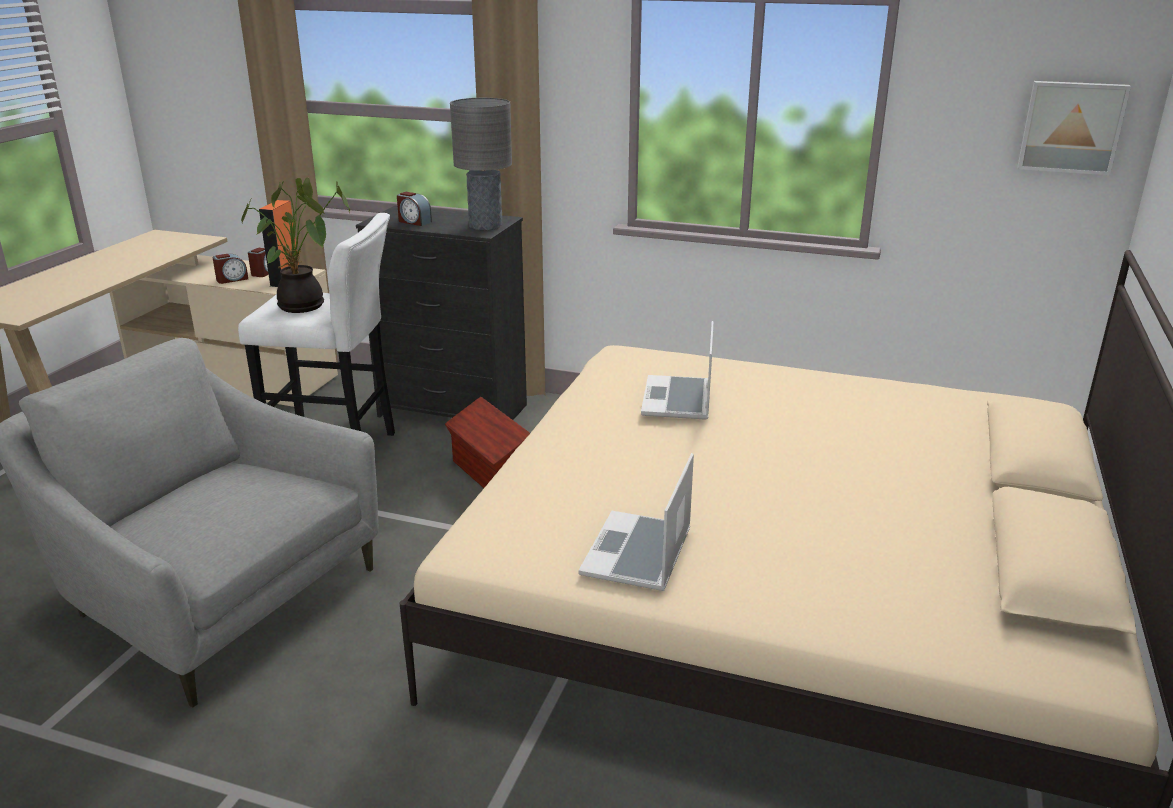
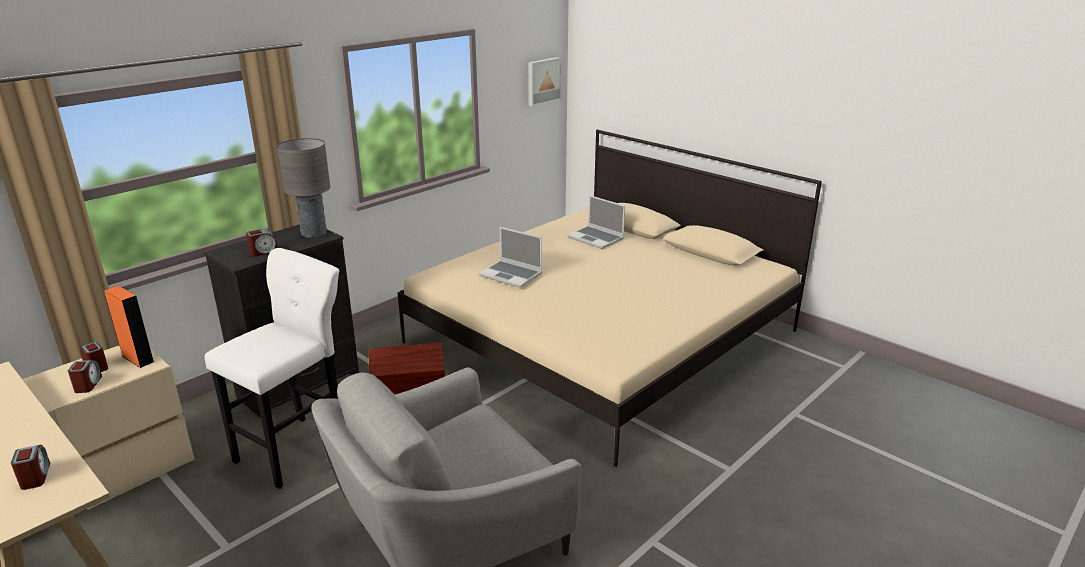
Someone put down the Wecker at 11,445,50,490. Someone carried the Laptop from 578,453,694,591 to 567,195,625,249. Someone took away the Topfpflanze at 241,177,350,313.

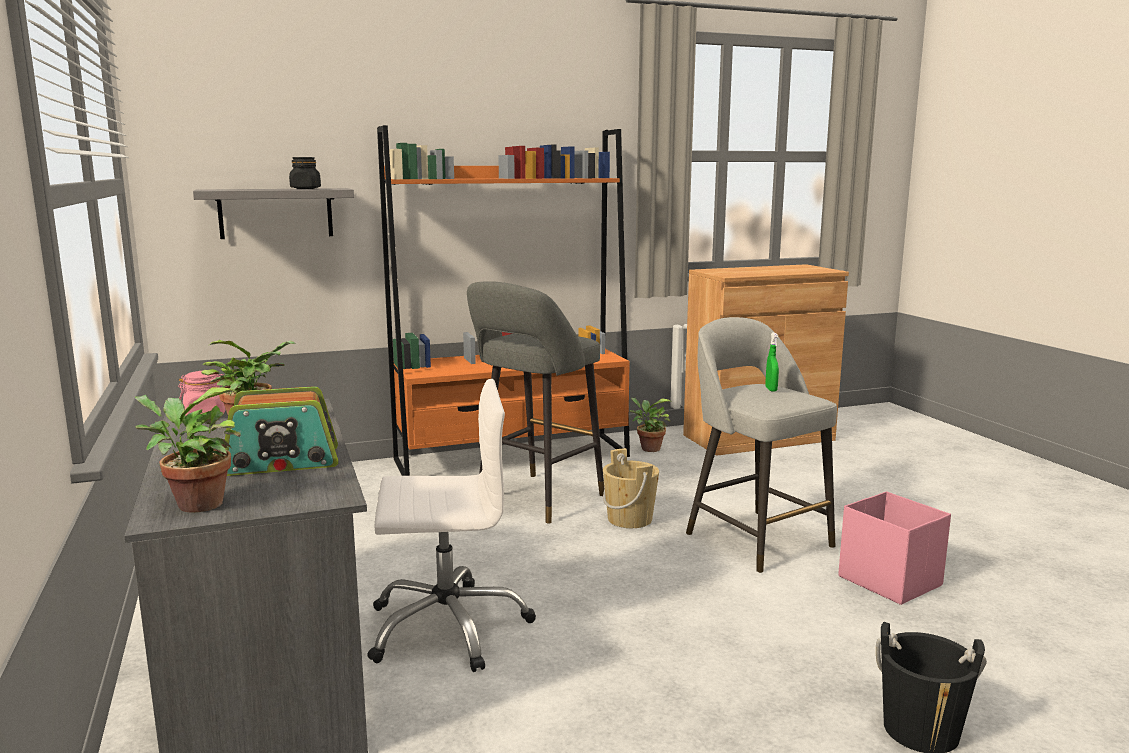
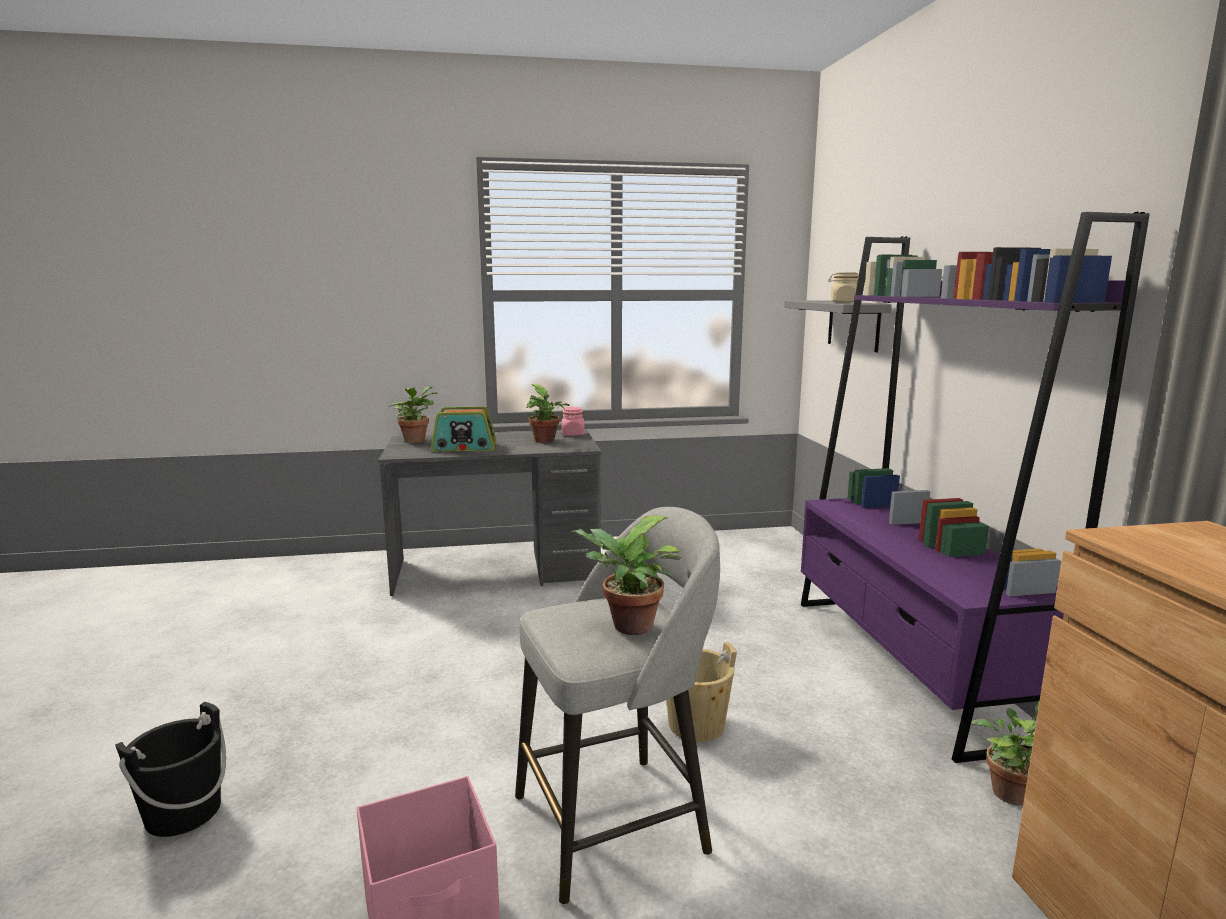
Someone rotated the Radio at 225,386,338,476 by 90 degrees counterclockwise. Someone swapped the Sprühflasche (grün) at 765,332,779,392 for the Topfpflanze at 571,516,681,635. Someone repainted the Bücherregal (orange) at 377,125,630,476, which became the Bücherregal (lila) at 801,212,1150,763. Someone repainted the Vorratsglas (schwarz) at 289,157,321,189, which became the Vorratsglas (beige) at 828,272,859,303. Someone took away the Bürostuhl (weiß) at 367,379,536,672. Someone took away the Hocker (grau) at 467,281,604,523.

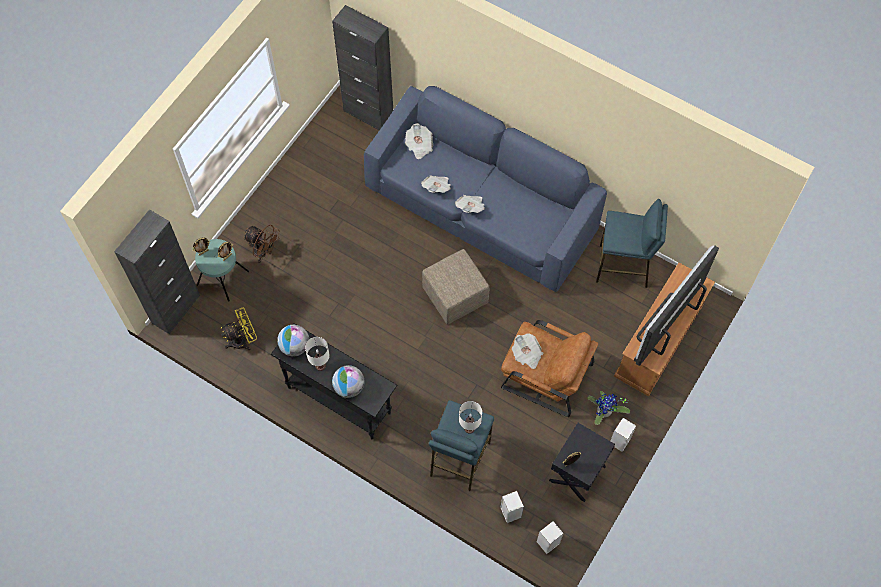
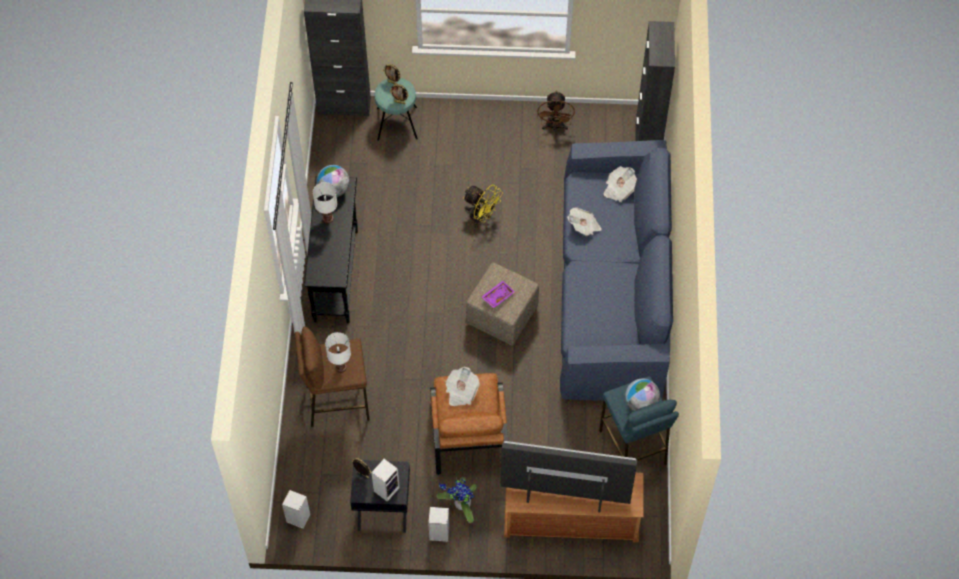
Someone repainted the Hocker (blau) at 429,400,494,491, which became the Hocker (braun) at 294,326,370,427. Someone carried the Lautsprecher from 500,491,524,523 to 371,459,400,502. Someone carried the Ventilator (gelb) from 221,307,257,350 to 463,185,503,228. Someone put down the Tablett (lila) at 481,281,515,308. Someone carried the Ventilator (braun) from 243,225,280,263 to 537,90,575,131. Someone carried the Globus from 332,365,364,398 to 625,379,660,411. Someone took away the Zeitung at 455,195,485,213.

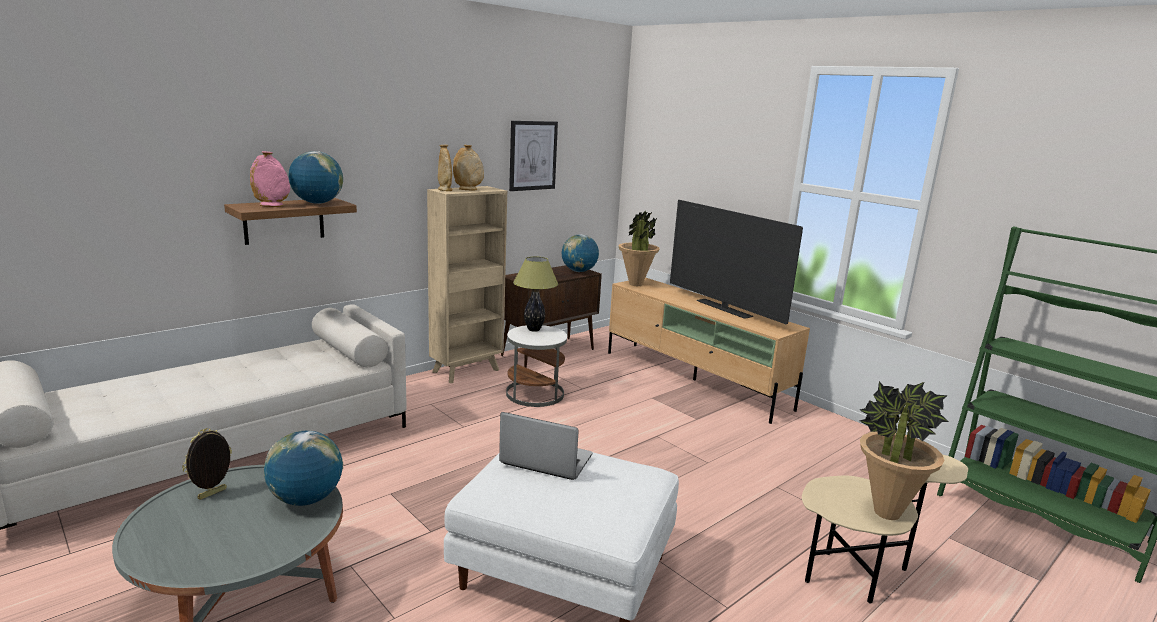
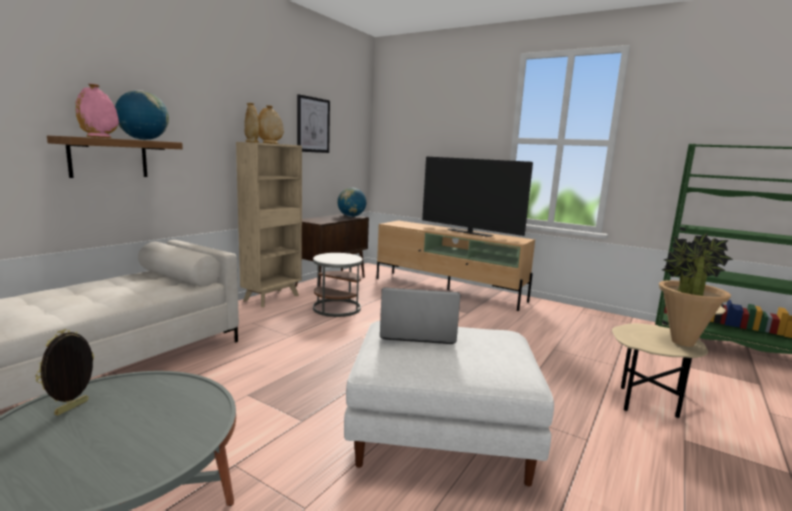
Someone took away the Globus at 264,431,343,506. Someone took away the Tischlampe at 513,256,558,332. Someone took away the Topfpflanze at 618,211,660,286.

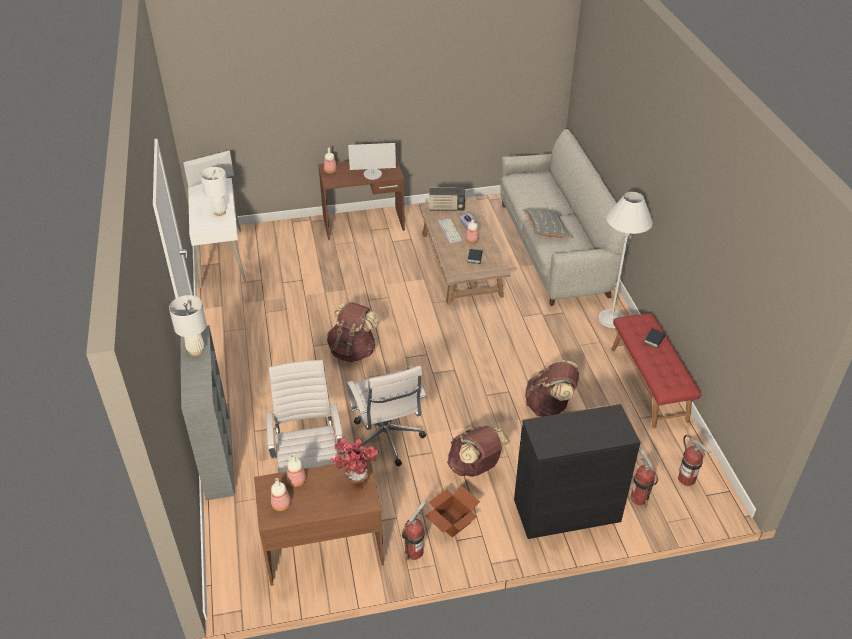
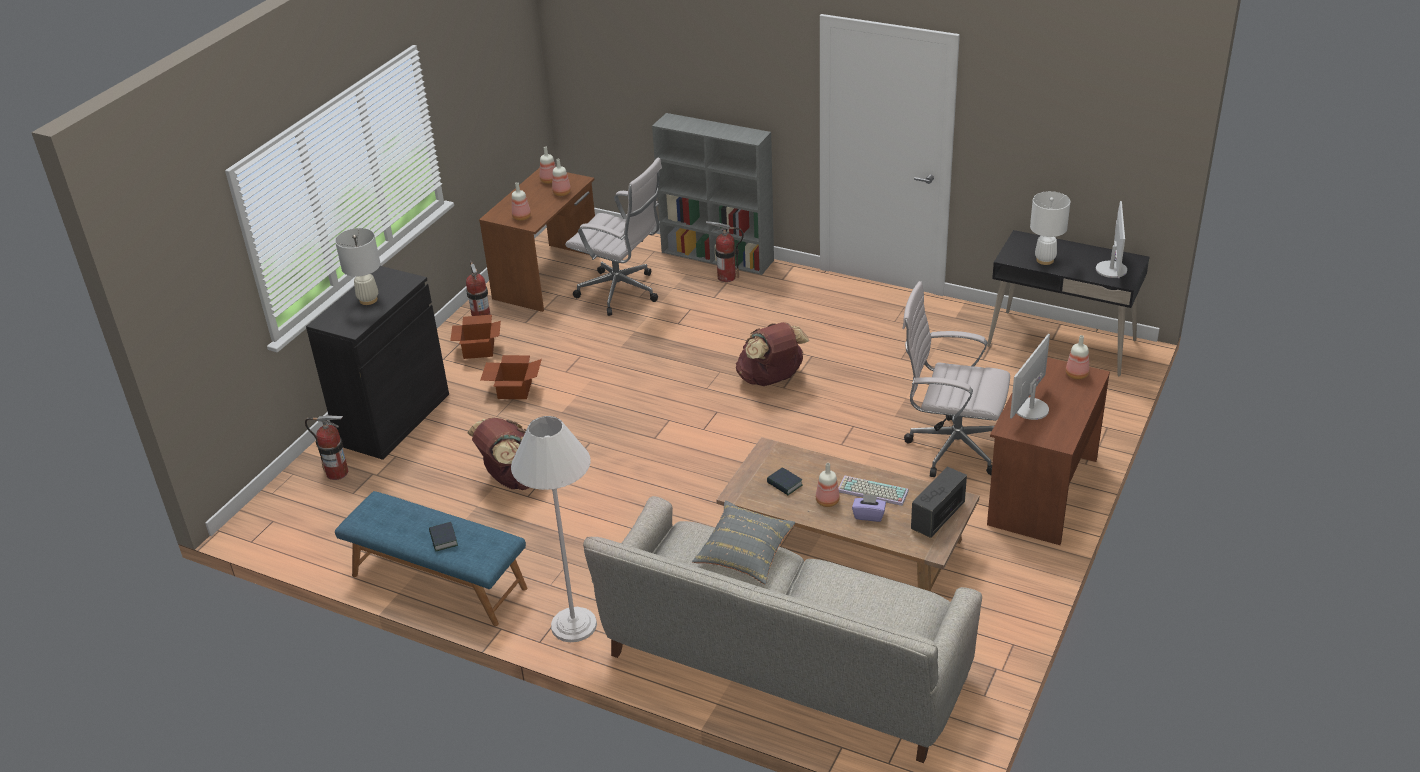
Someone carried the Tischlampe (weiß) from 169,295,207,356 to 335,228,380,305. Someone repainted the Bank (rot) at 611,313,701,428, which became the Bank (blau) at 335,491,527,626. Someone swapped the Rucksack (braun) at 447,426,510,477 for the Karton at 480,355,542,399. Someone swapped the Topfpflanze at 330,437,379,491 for the Flasche at 512,182,531,221. Someone carried the Feuerlöscher from 678,435,711,486 to 706,221,744,282. Someone carried the Bürostuhl (weiß) from 347,365,426,467 to 902,281,1010,477. Someone repainted the Schreibtisch (weiß) at 188,178,246,289, which became the Schreibtisch (schwarz) at 987,230,1149,376.

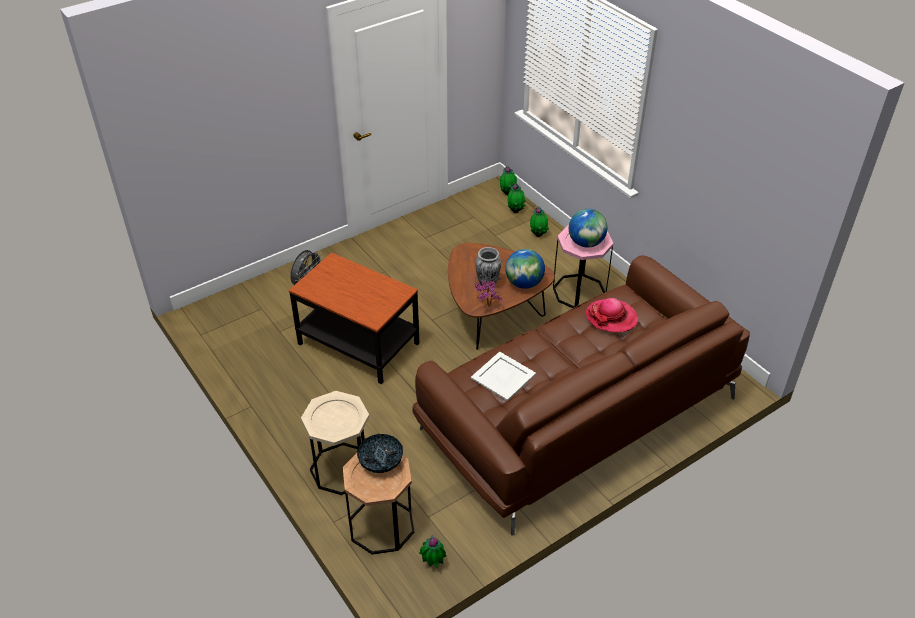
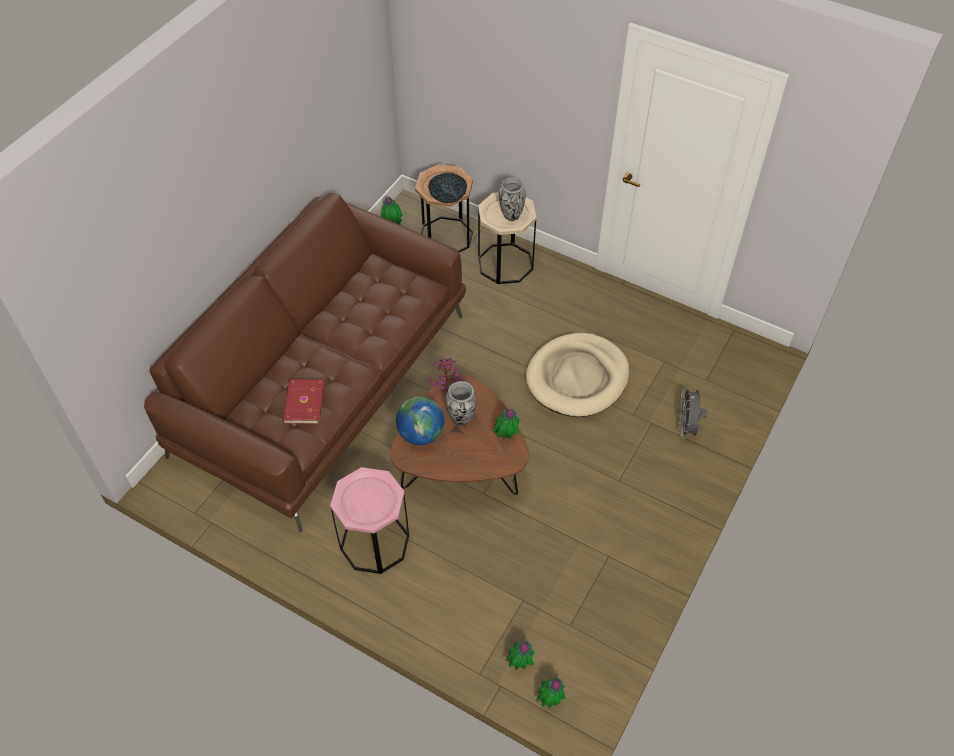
Someone swapped the Hut at 586,298,638,332 for the Buch (rot) at 283,379,325,424. Someone carried the Topfpflanze from 530,207,549,237 to 492,409,520,440. Someone put down the Vase at 499,177,526,221. Someone swapped the Beistelltisch at 289,252,419,384 for the Hundebett (beige) at 526,333,629,417. Someone took away the Tablett (weiß) at 471,351,536,401. Someone took away the Globus at 569,209,607,248.

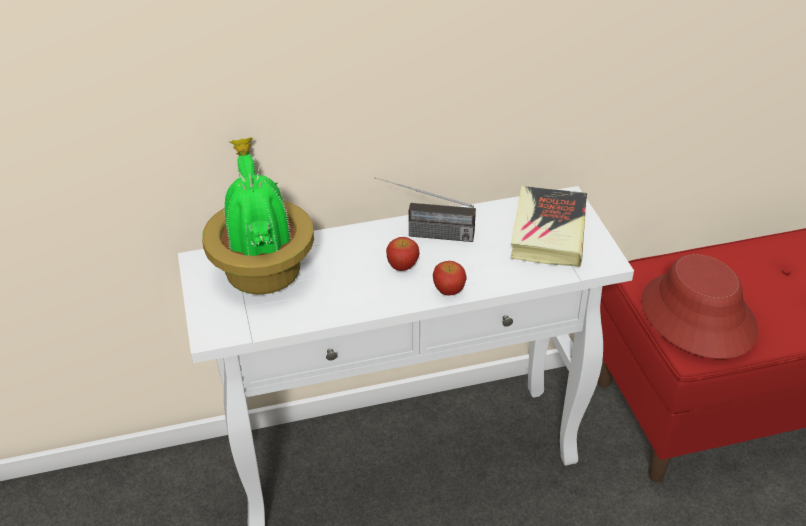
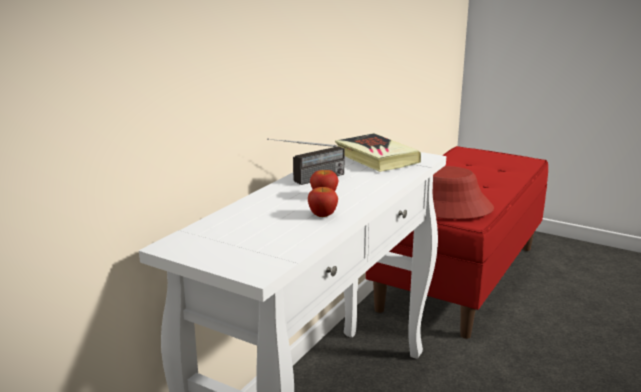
Someone carried the Apfel from 433,261,466,296 to 308,187,338,217. Someone took away the Topfpflanze at 202,137,314,295.

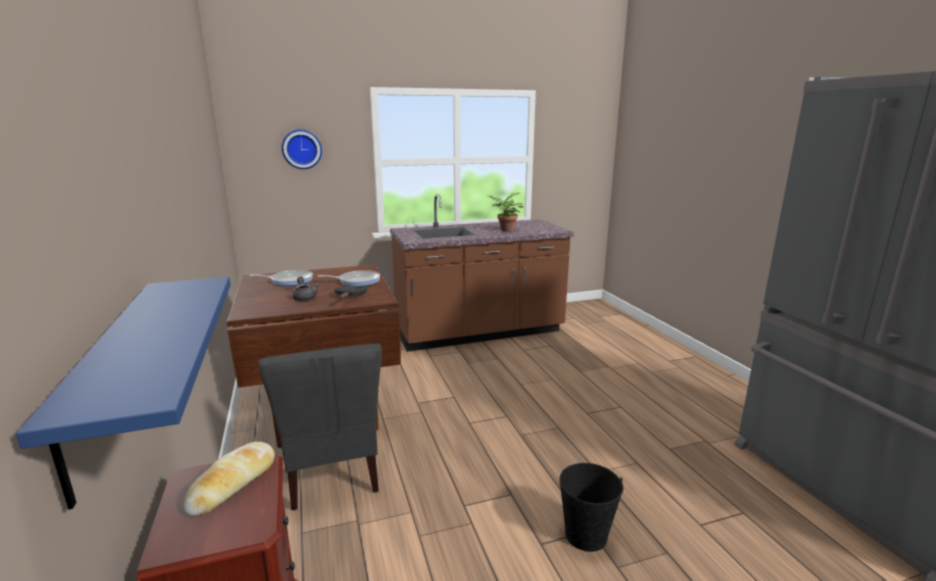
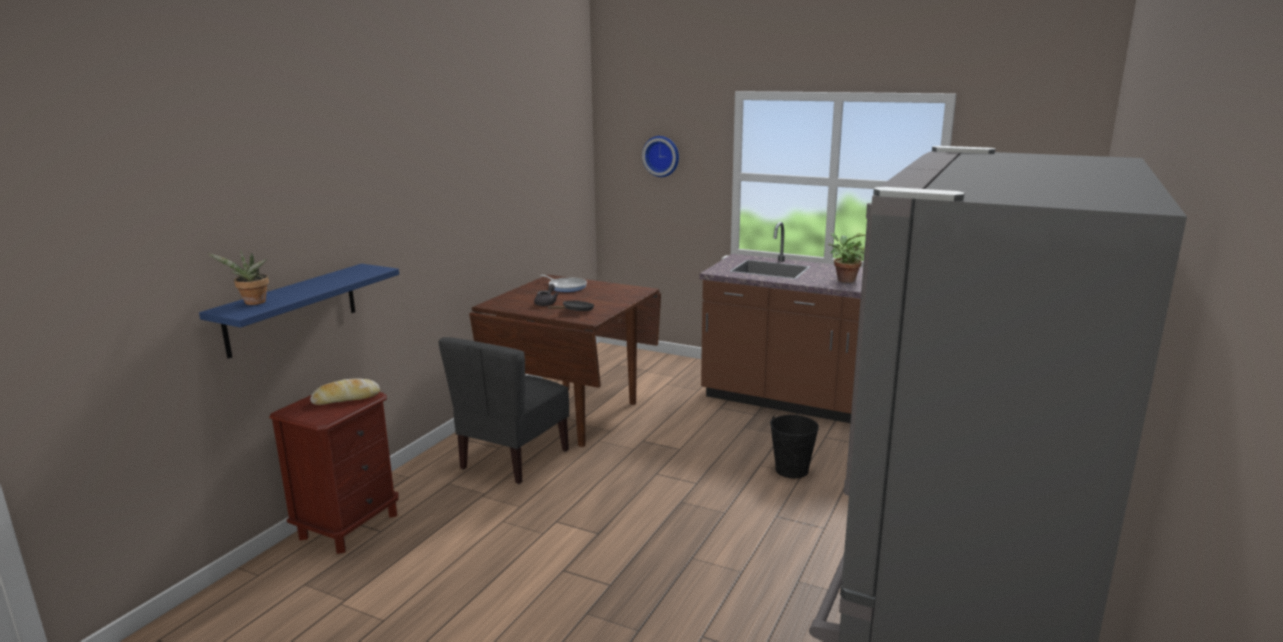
Someone put down the Topfpflanze at 207,249,269,305. Someone carried the Eimer (schwarz) from 560,463,623,552 to 770,415,819,478. Someone took away the Pfanne at 318,270,380,286.

